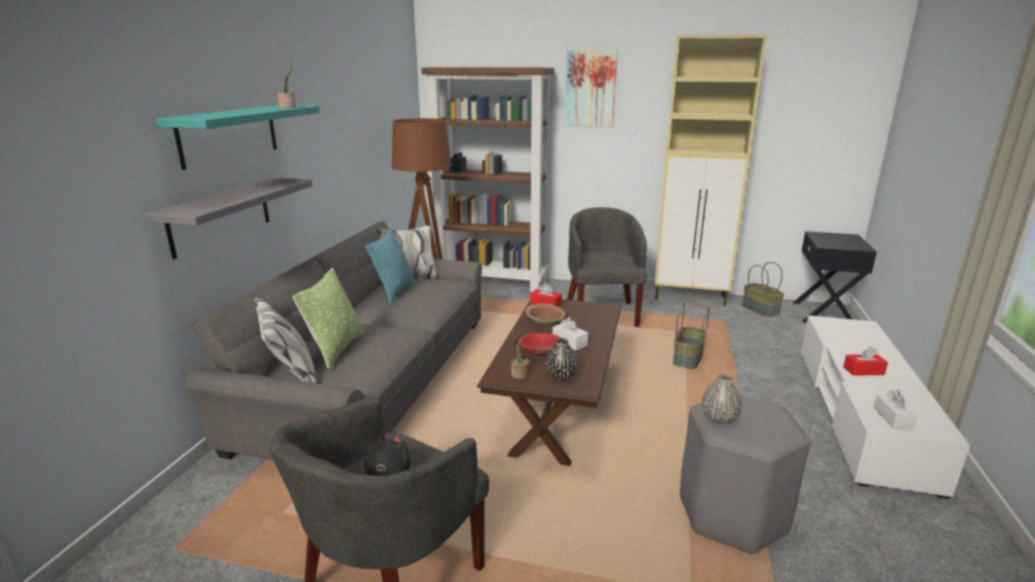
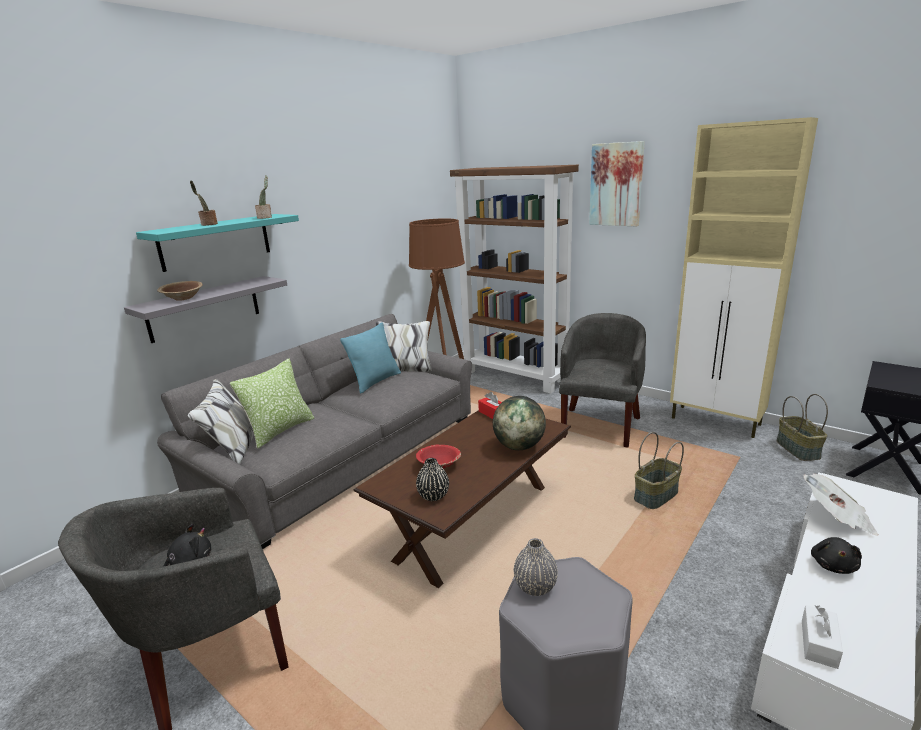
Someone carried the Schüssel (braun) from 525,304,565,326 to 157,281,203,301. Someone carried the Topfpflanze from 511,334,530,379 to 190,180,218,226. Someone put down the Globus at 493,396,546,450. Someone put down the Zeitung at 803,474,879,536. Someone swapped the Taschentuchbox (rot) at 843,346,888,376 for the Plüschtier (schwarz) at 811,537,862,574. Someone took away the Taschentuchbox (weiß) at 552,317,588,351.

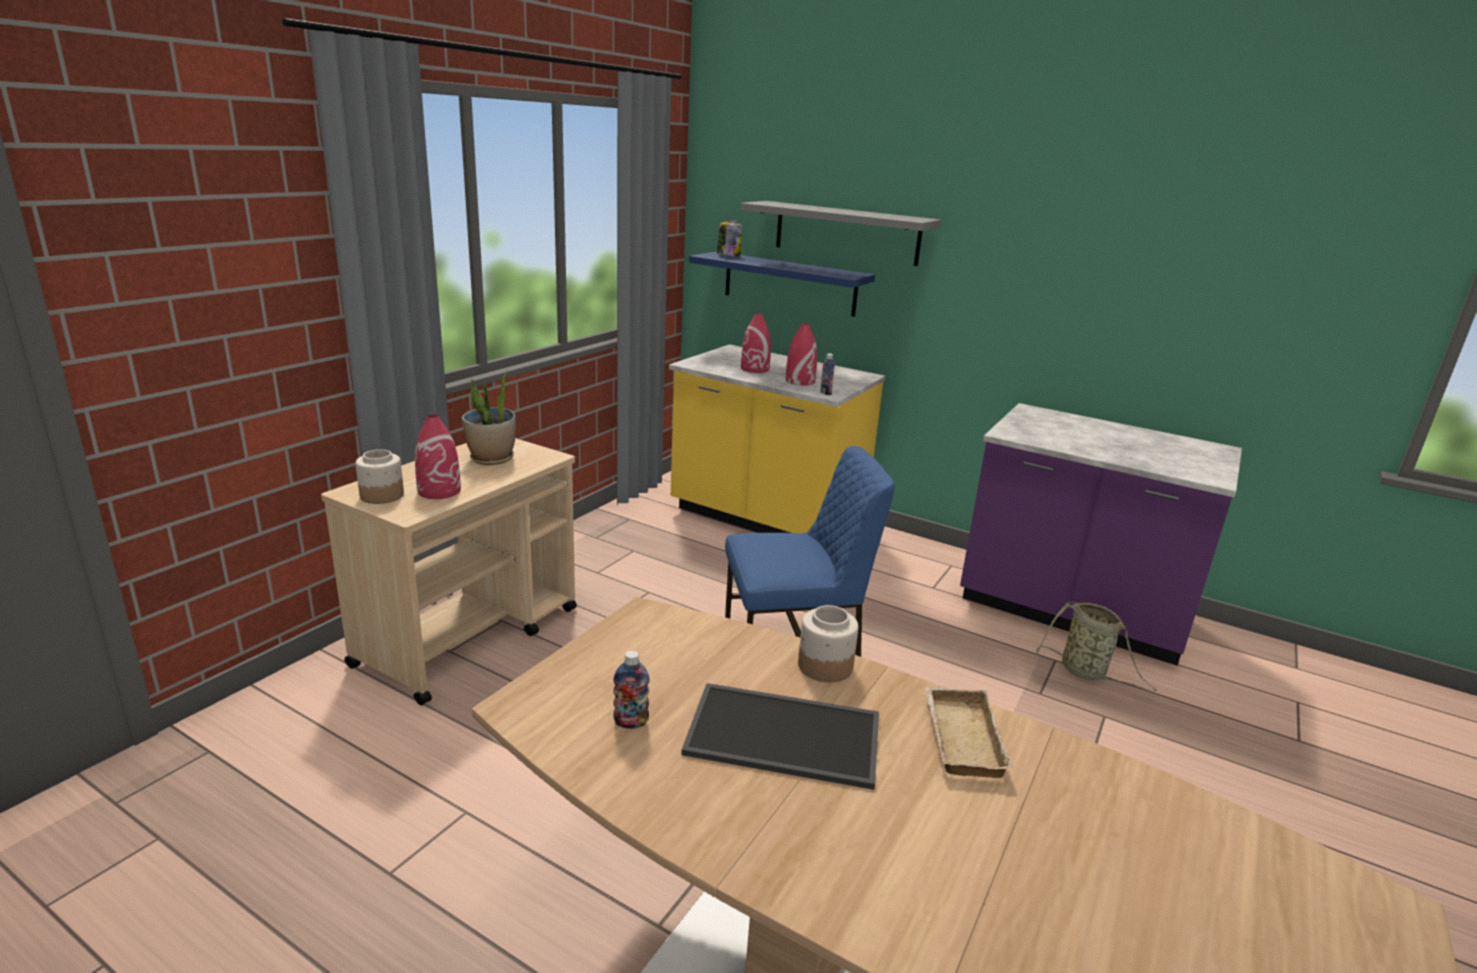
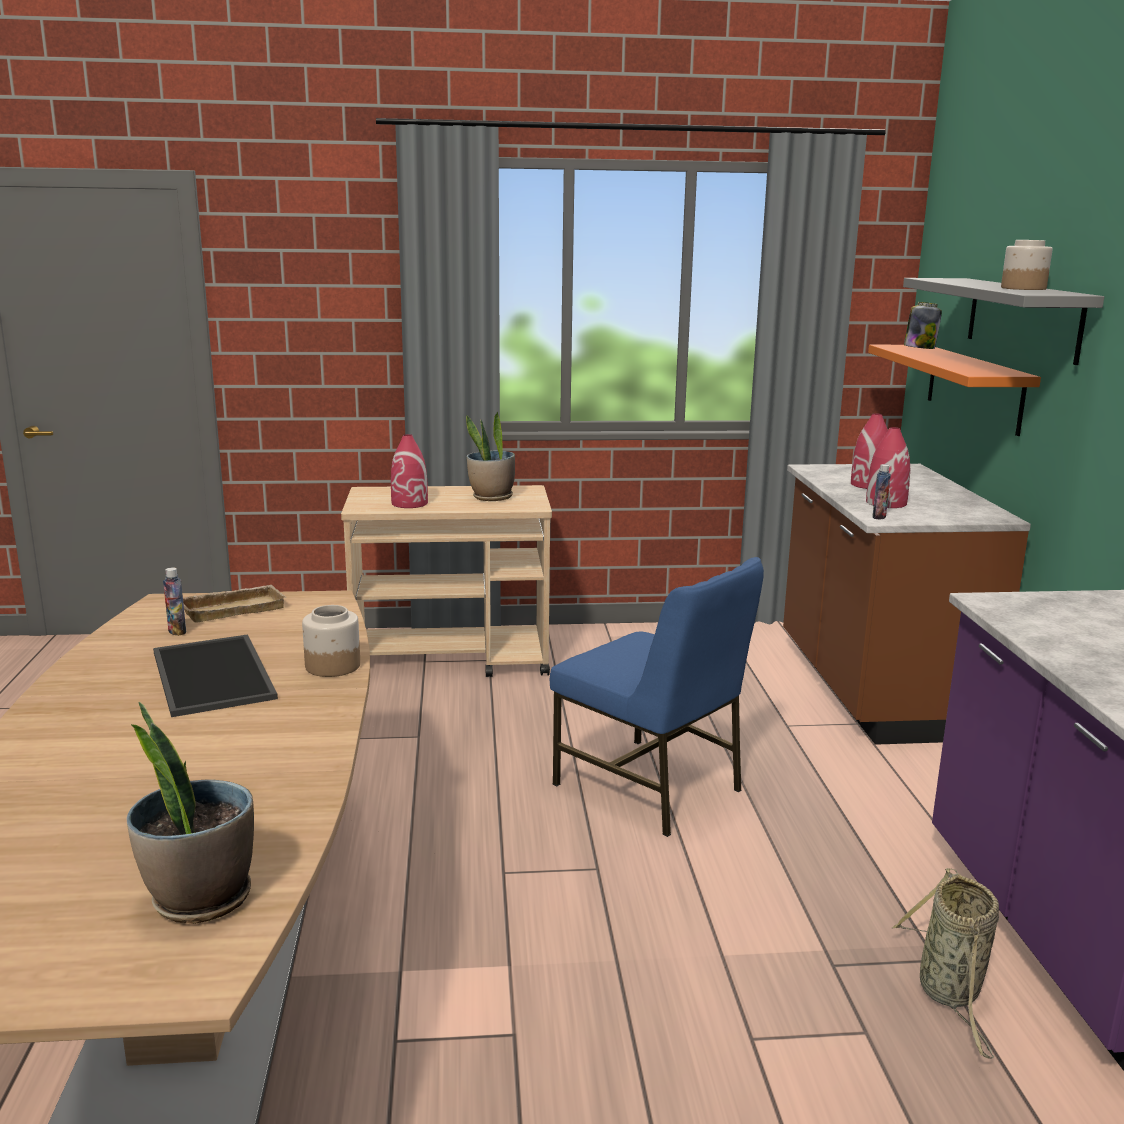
Someone put down the Topfpflanze at 127,701,254,924. Someone carried the Tablett (beige) from 925,687,1013,778 to 183,585,286,623. Someone repainted the Küchenzeile (gelb) at 669,344,886,533, which became the Küchenzeile (braun) at 783,464,1031,745. Someone repainted the Wandregal (blau) at 689,252,875,317, which became the Wandregal (orange) at 868,345,1041,436. Someone carried the Vorratsglas from 355,449,404,504 to 1001,240,1052,290.

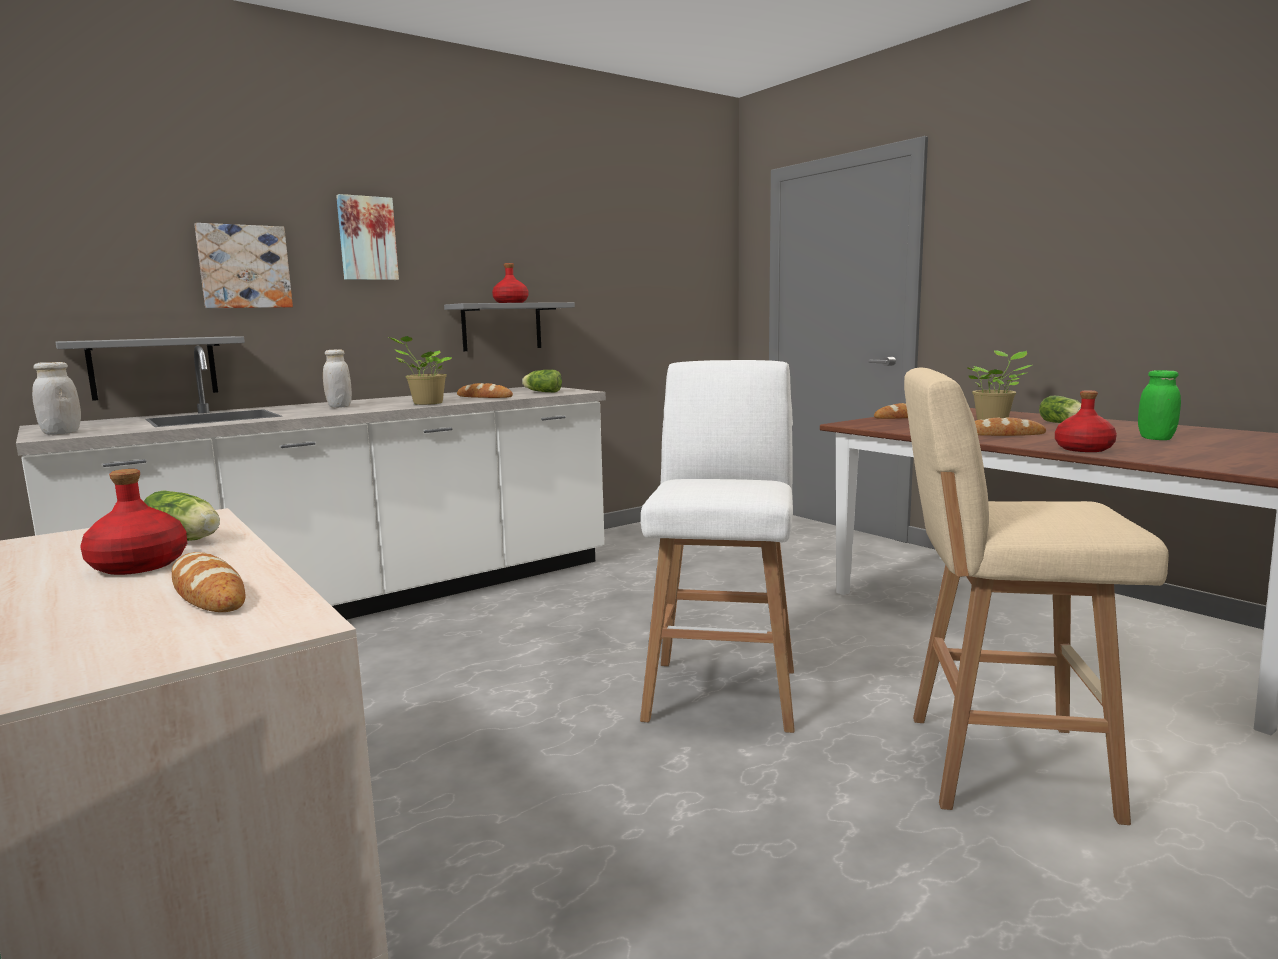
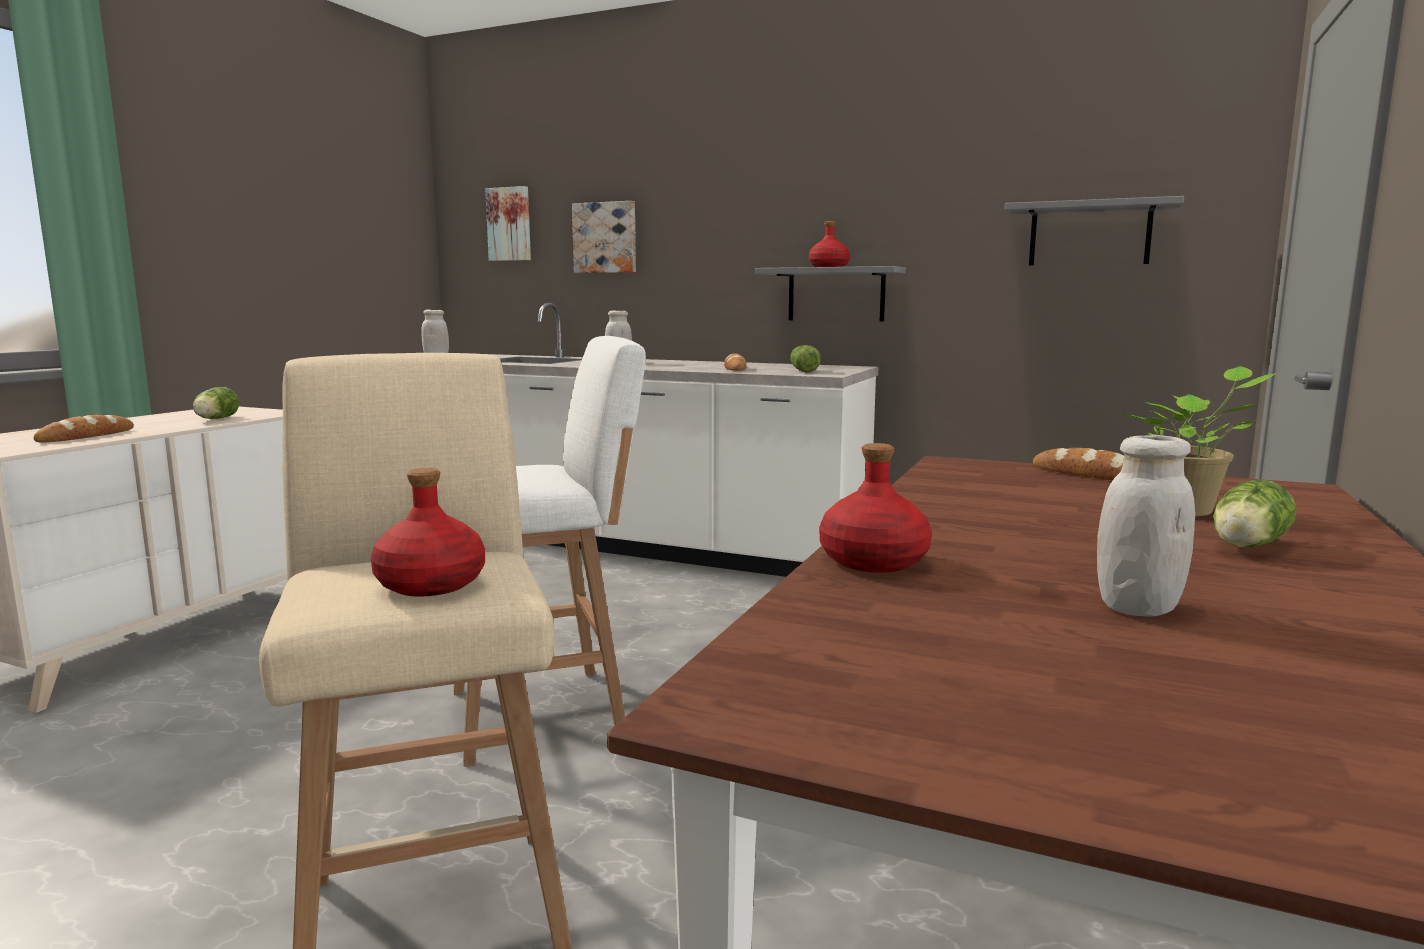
Someone carried the Flasche (rot) from 80,469,187,575 to 371,468,485,597. Someone carried the Bild from 336,194,399,280 to 485,186,531,261. Someone carried the Wandregal (grau) from 55,336,245,401 to 1005,196,1184,266. Someone repainted the Vorratsglas (grün) at 1138,370,1181,440, which became the Vorratsglas (weiß) at 1097,435,1195,617. Someone took away the Topfpflanze at 389,336,452,405. Someone took away the Brot at 975,418,1046,436.

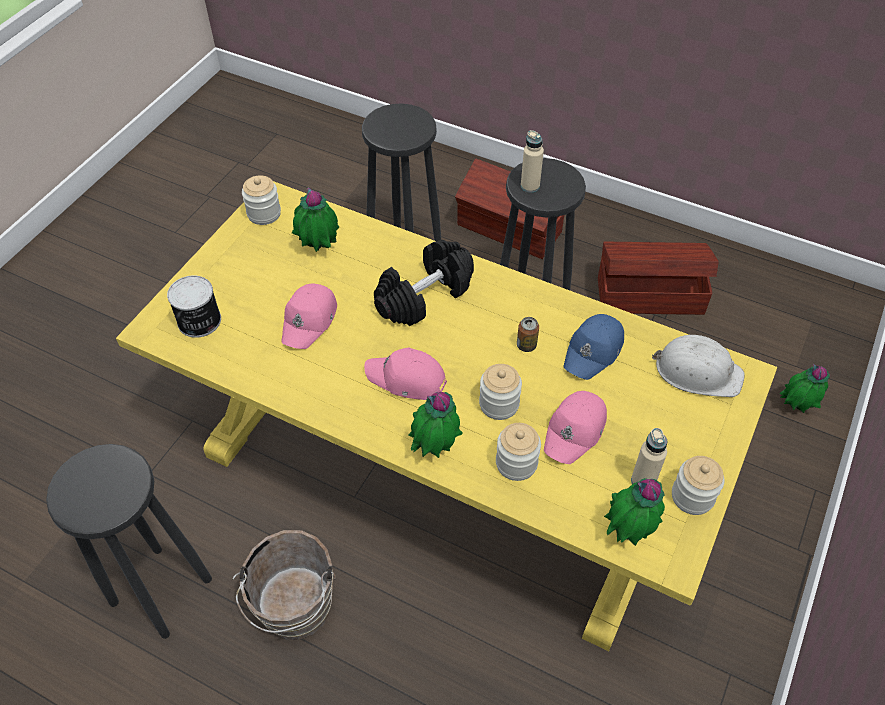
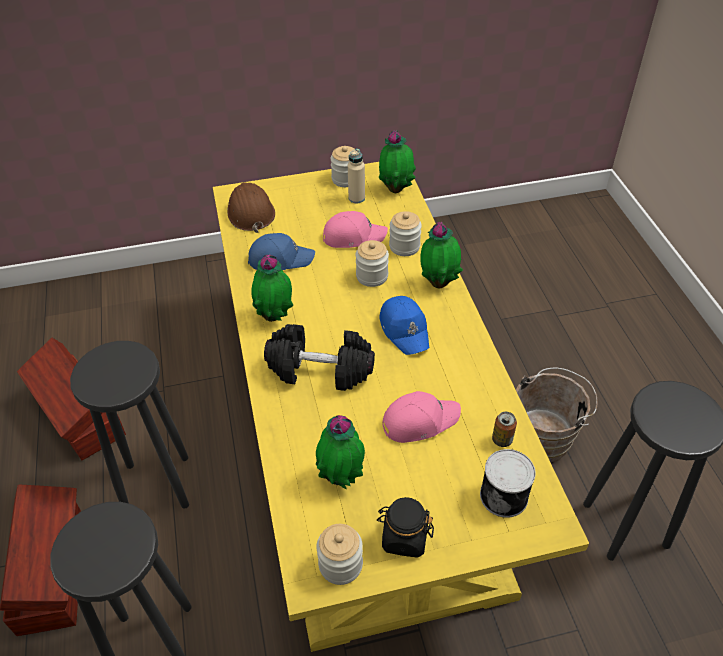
Someone repainted the Schutzhelm (weiß) at 652,335,745,397, which became the Schutzhelm (braun) at 227,182,275,233. Someone carried the Topfpflanze from 780,363,830,413 to 251,255,293,322. Someone put down the Vorratsglas (schwarz) at 377,497,434,558. Someone repainted the Kappe (rosa) at 364,348,447,400, which became the Kappe (blau) at 379,296,429,355. Someone carried the Dose from 517,317,539,352 to 492,412,517,447. Someone took away the Flasche (beige) at 521,130,544,192.

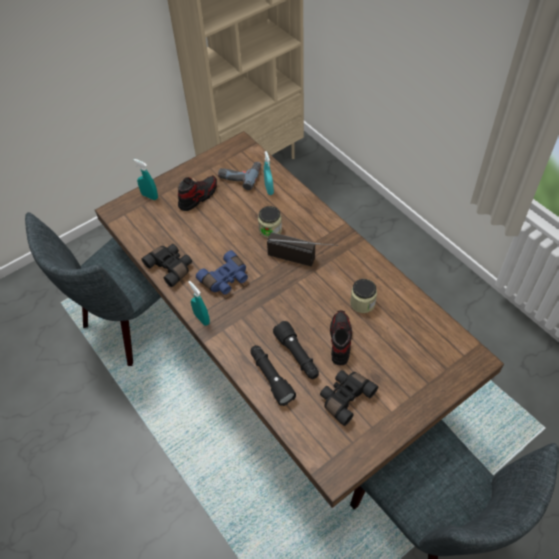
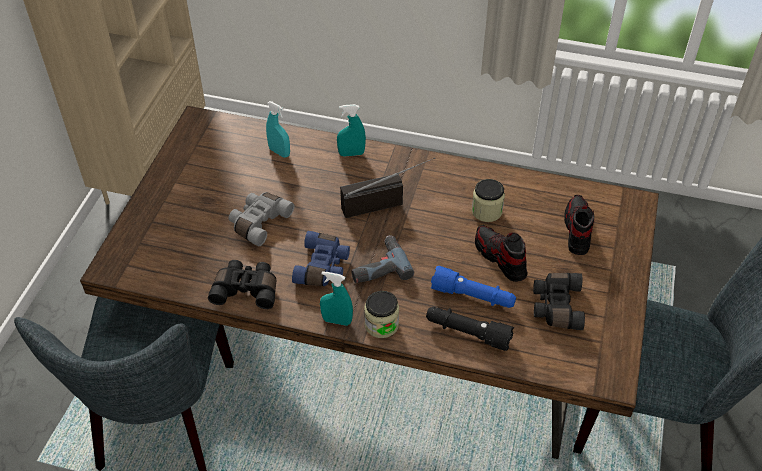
Someone put down the Fernglas (grau) at 229,192,295,246. Someone carried the Sprühflasche (türkis) from 133,159,158,200 to 337,104,366,157. Someone carried the Bohrmaschine from 218,161,261,190 to 351,235,414,283. Someone carried the Vorratsglas from 258,206,282,238 to 364,291,399,338. Someone repainted the Taschenlampe (schwarz) at 273,321,319,379, which became the Taschenlampe (blau) at 431,266,516,308. Someone carried the Schuh from 178,176,217,211 to 564,195,594,255.

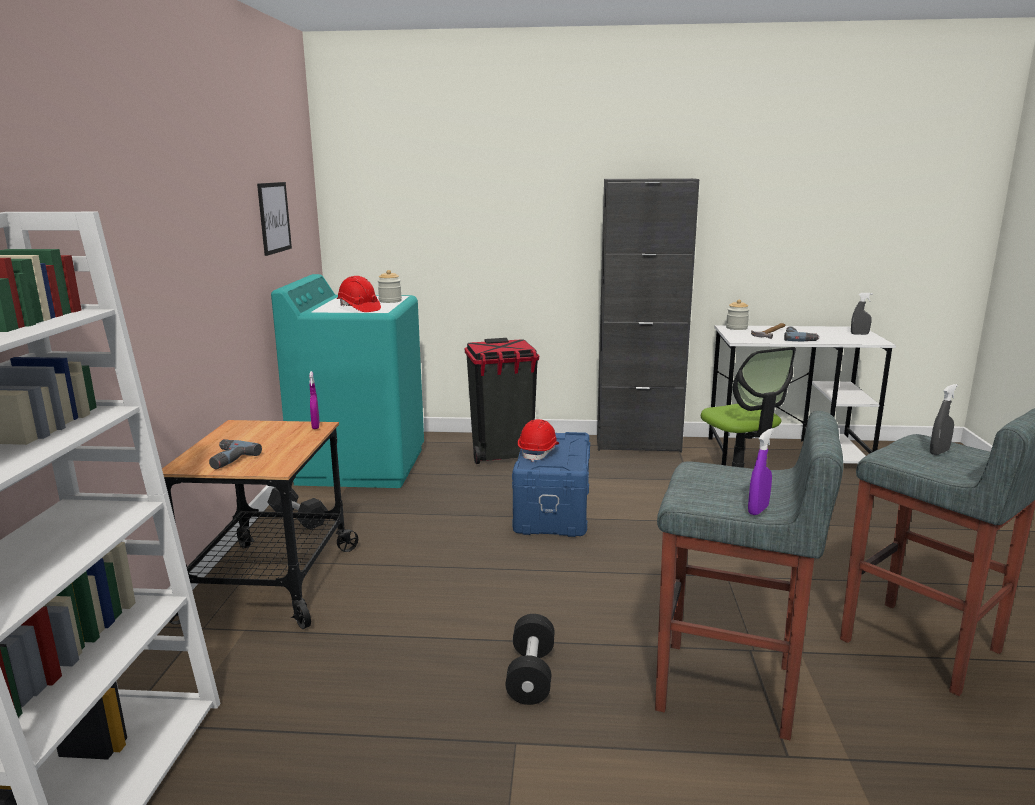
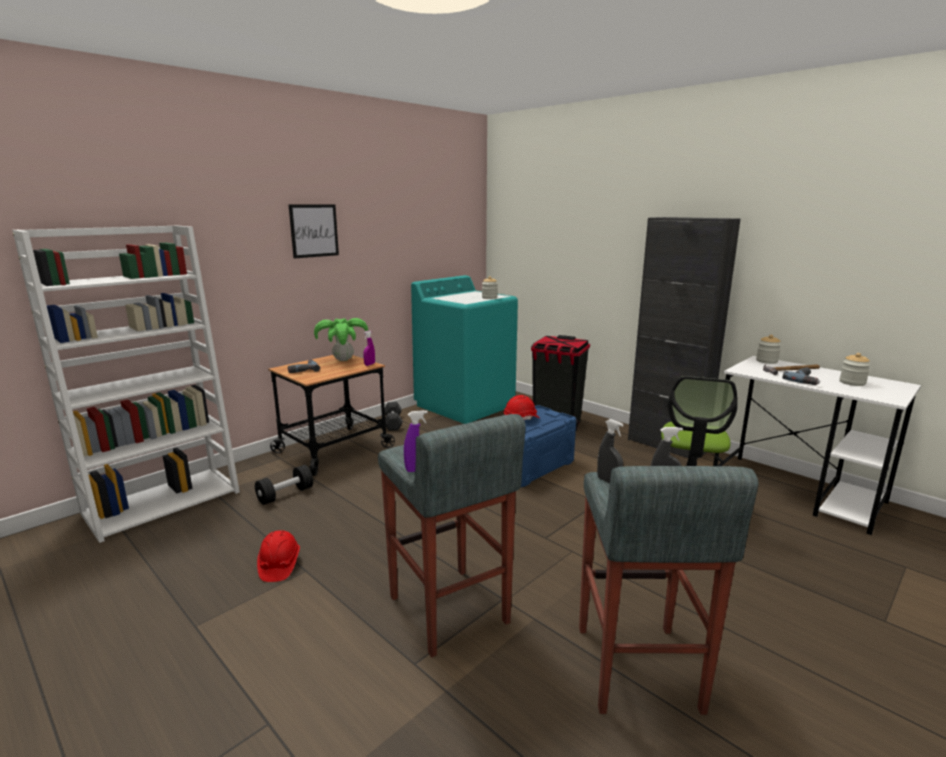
Someone carried the Hantel (schwarz) from 505,614,555,705 to 255,465,313,505. Someone carried the Schutzhelm (rot) from 337,276,381,312 to 257,530,300,582. Someone carried the Bild from 257,182,292,256 to 289,205,339,258. Someone put down the Topfpflanze at 314,318,369,361. Someone carried the Sprühflasche (grau) from 851,293,873,335 to 597,419,624,483. Someone put down the Vorratsglas at 839,353,871,386.

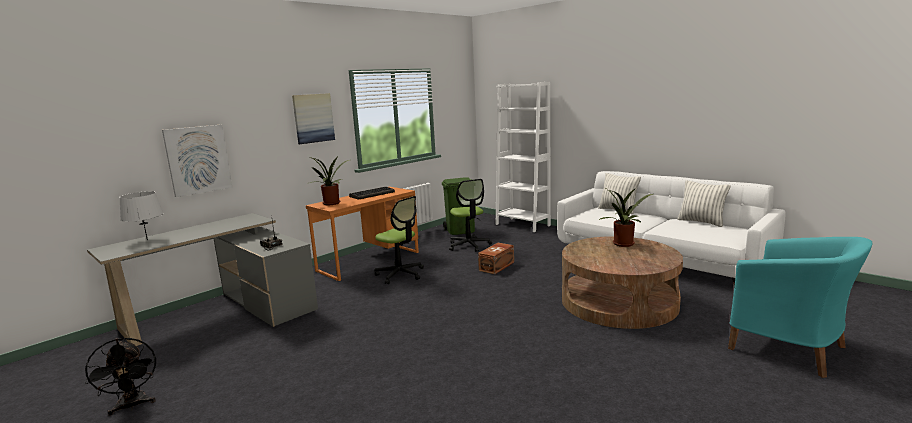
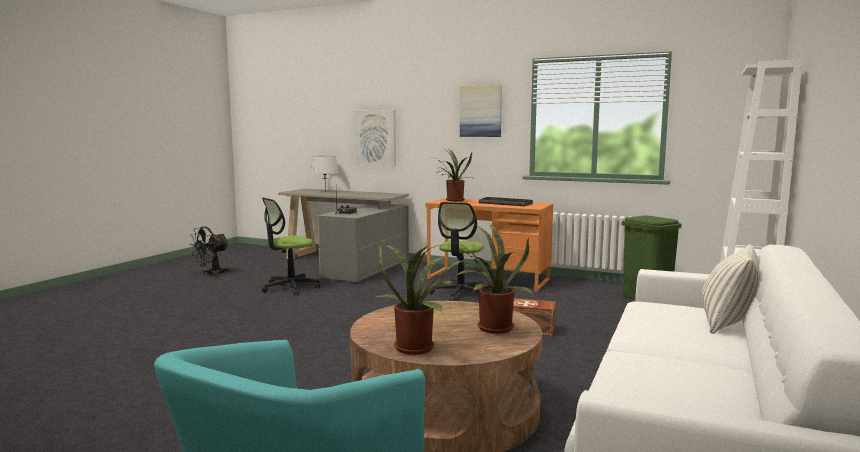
Someone carried the Bürostuhl from 449,179,492,252 to 262,197,320,295. Someone put down the Topfpflanze at 377,244,465,355. Someone took away the Kissen at 677,180,731,227.

